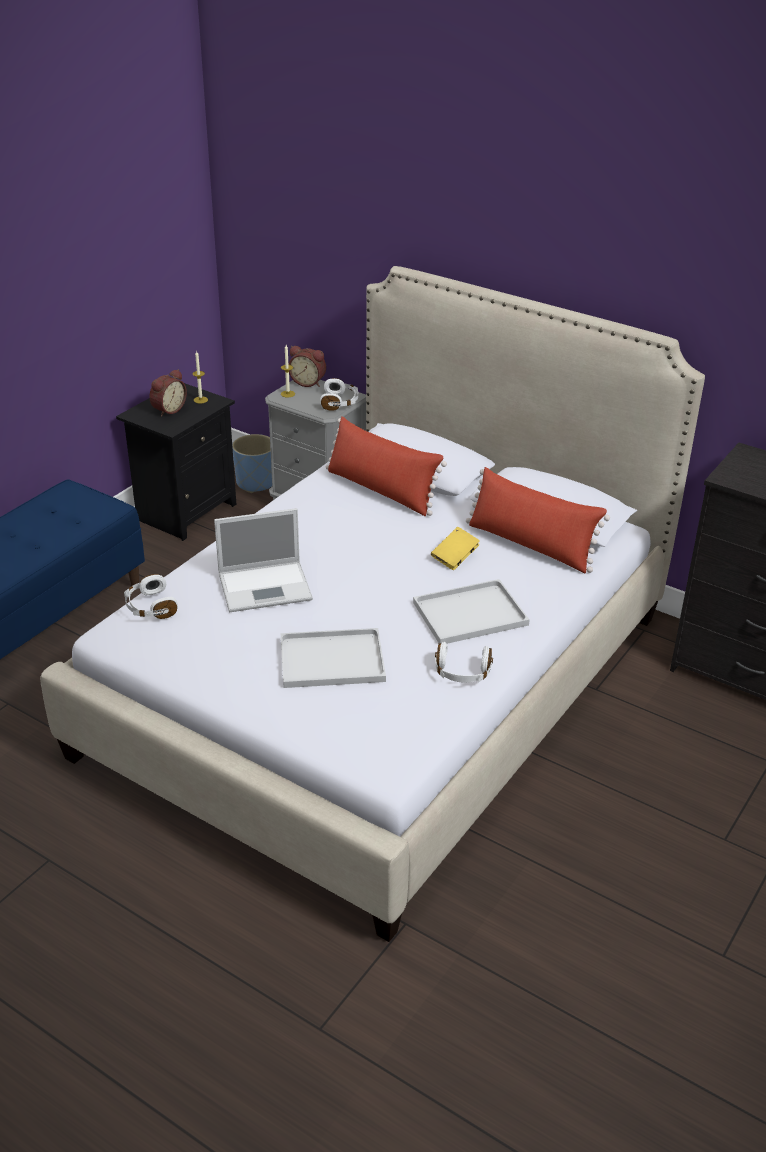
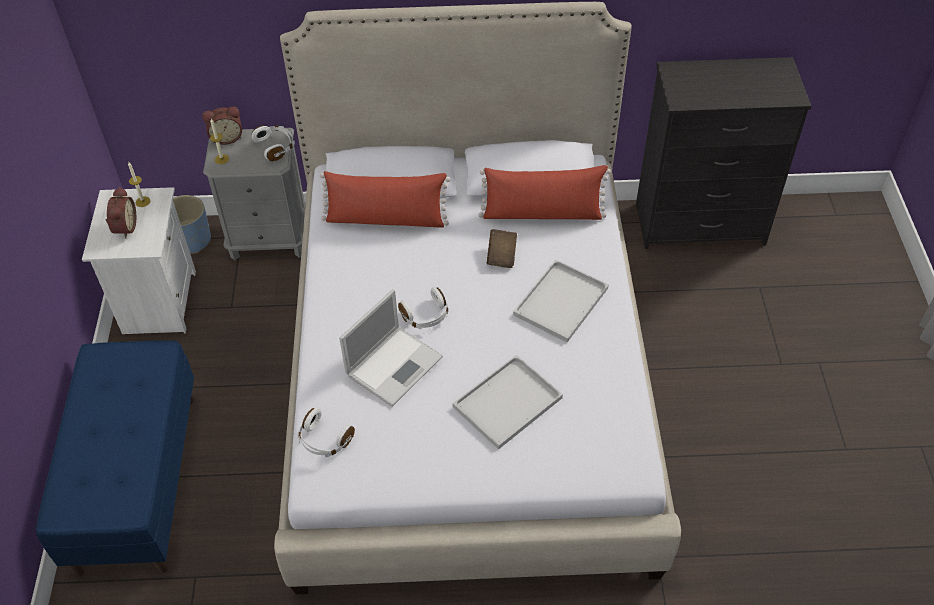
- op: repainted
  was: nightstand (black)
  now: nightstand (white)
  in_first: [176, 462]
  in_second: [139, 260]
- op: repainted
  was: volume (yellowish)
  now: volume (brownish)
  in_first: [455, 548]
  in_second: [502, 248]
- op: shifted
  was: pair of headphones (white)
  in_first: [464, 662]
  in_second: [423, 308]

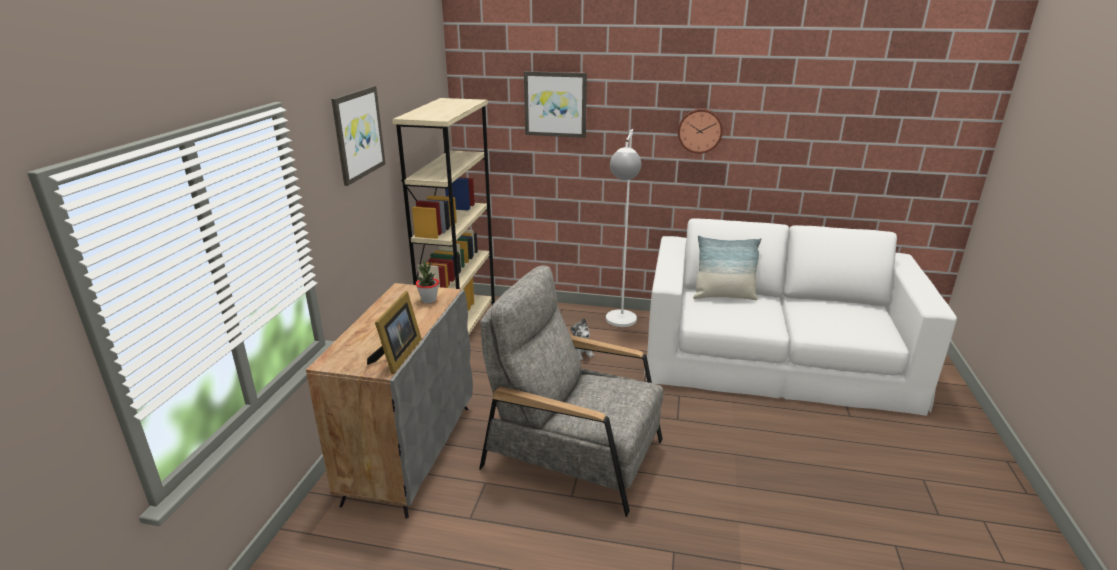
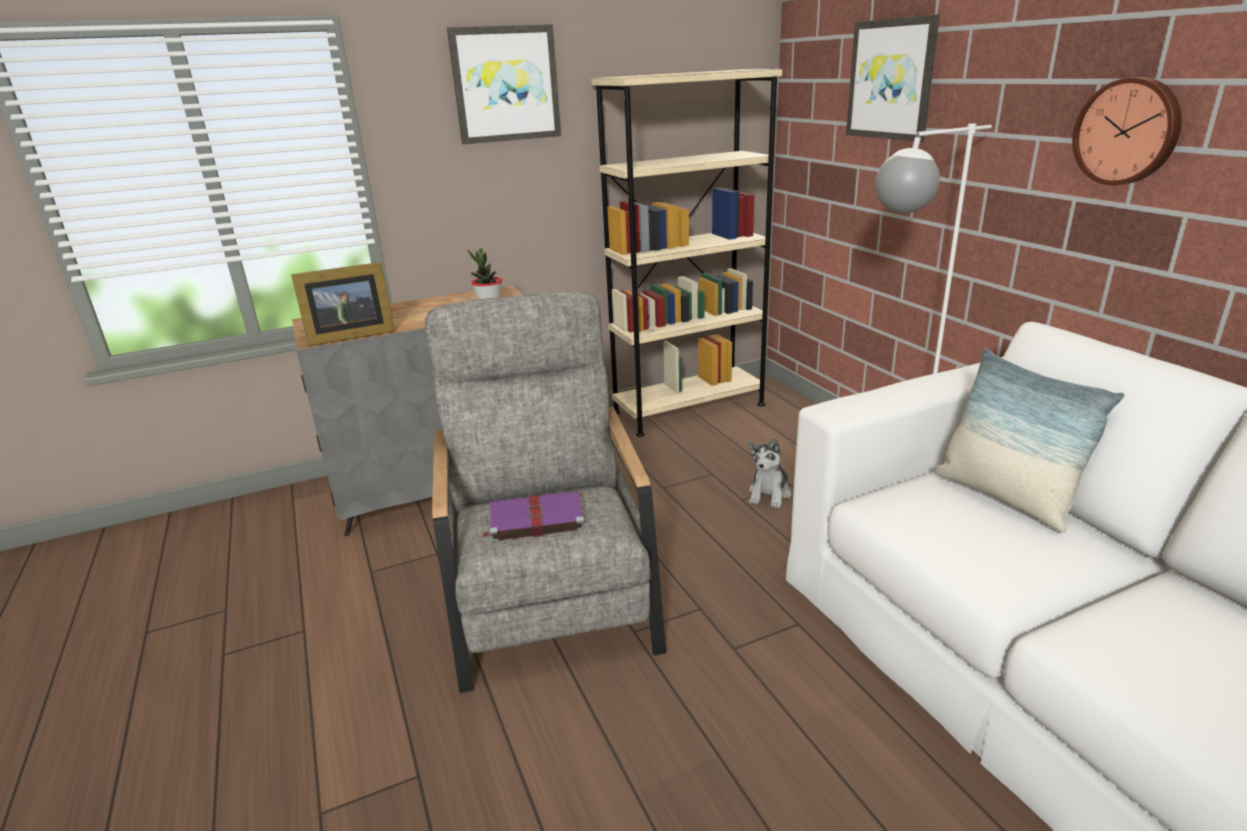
- op: new
  now: volume (purple-coloured)
  in_second: [533, 517]

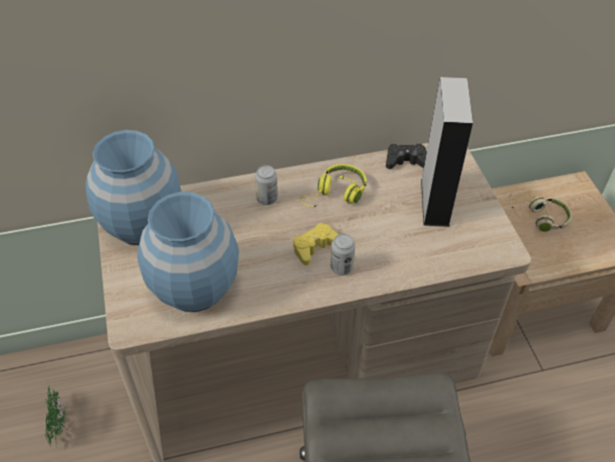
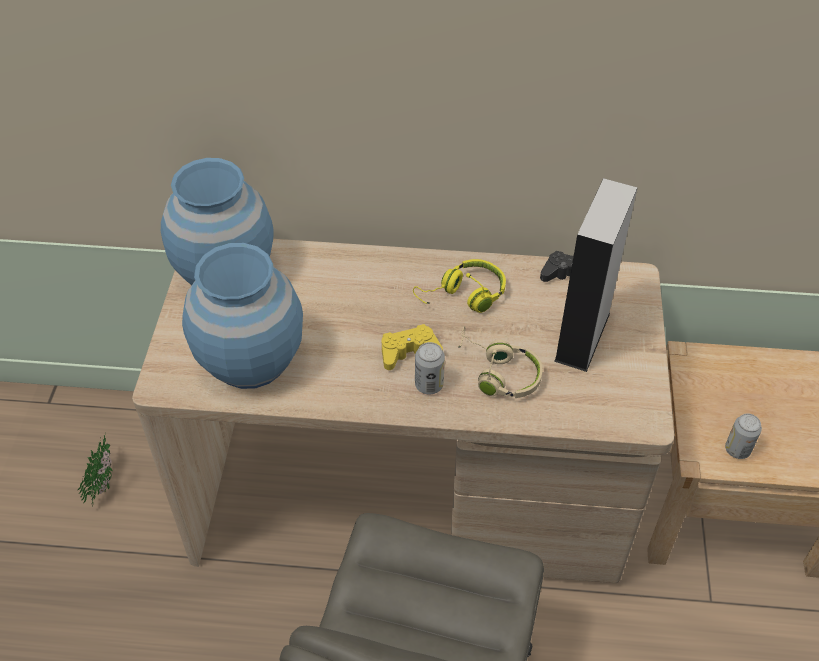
- op: shifted
  was: can
  in_first: [266, 185]
  in_second: [743, 436]
- op: shifted
  was: pair of headphones (sand-coloured)
  in_first: [540, 213]
  in_second: [500, 362]

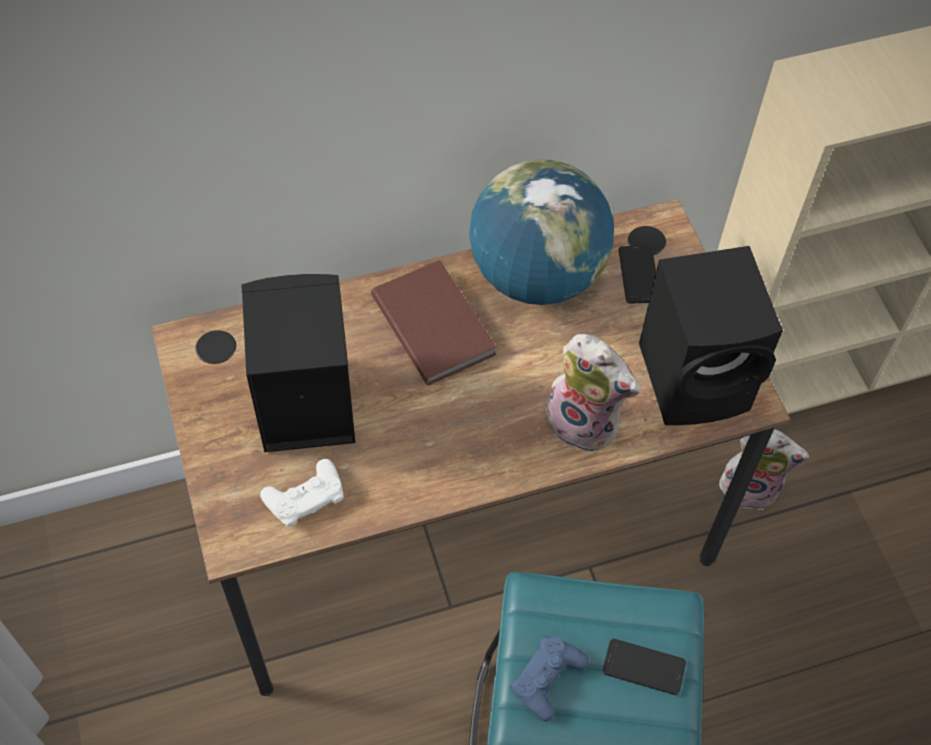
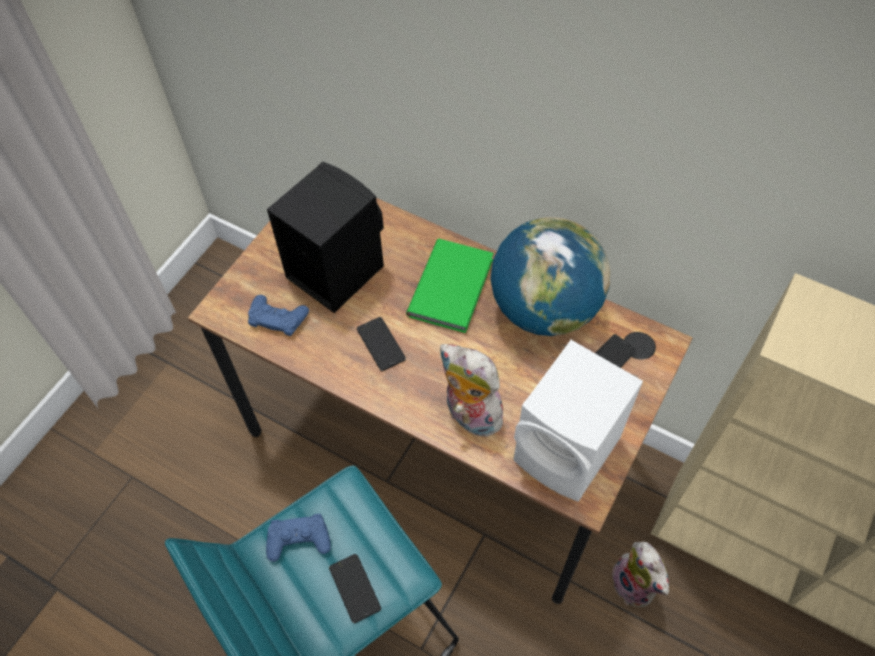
- op: repainted
  was: audio speaker (black)
  now: audio speaker (white)
  in_first: [711, 335]
  in_second: [578, 421]
- op: repainted
  was: volume (brownish)
  now: volume (green-coloured)
  in_first: [434, 322]
  in_second: [450, 286]
- op: rotated
  was: soft toy
  in_first: [592, 393]
  in_second: [471, 390]
  clockwise: 135
- op: repainted
  was: joypad (white)
  now: joypad (bluish)
  in_first: [302, 493]
  in_second: [278, 315]
- op: new
  now: phone
  in_second: [381, 344]

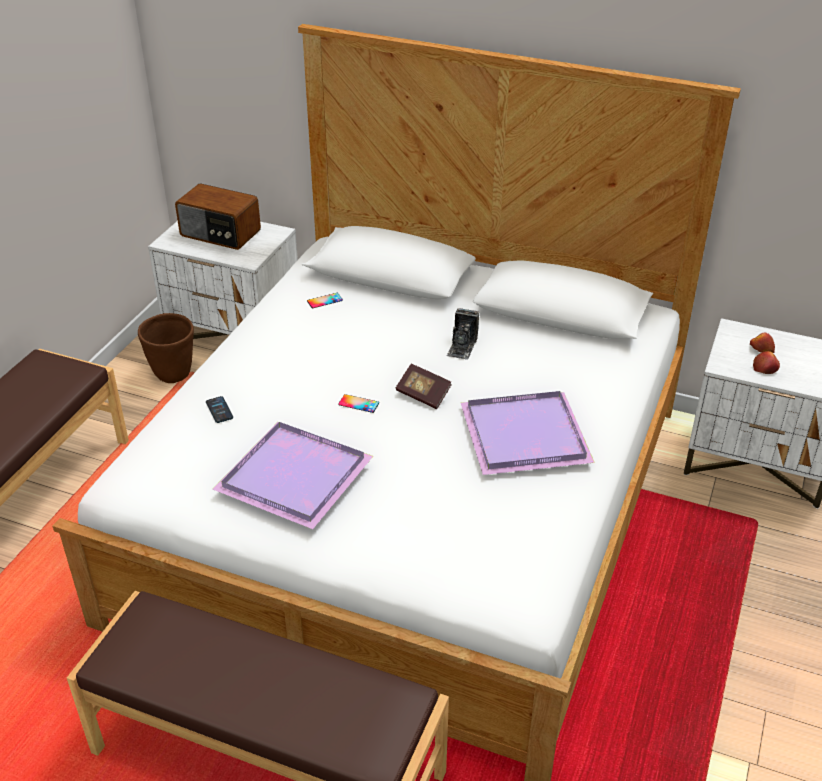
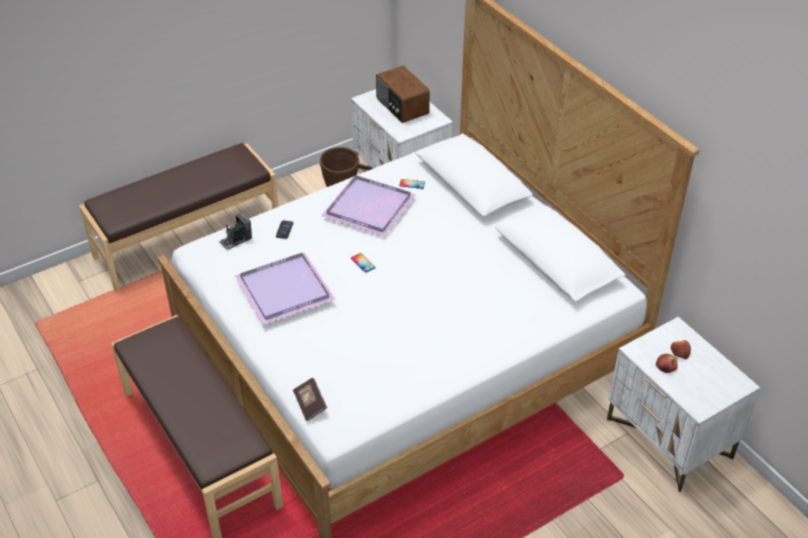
- op: shifted
  was: photo camera
  in_first: [463, 334]
  in_second: [235, 231]
- op: shifted
  was: volume
  in_first: [424, 386]
  in_second: [310, 399]
- op: shifted
  was: carrying tray (purple-coloured)
  in_first: [528, 433]
  in_second: [368, 205]

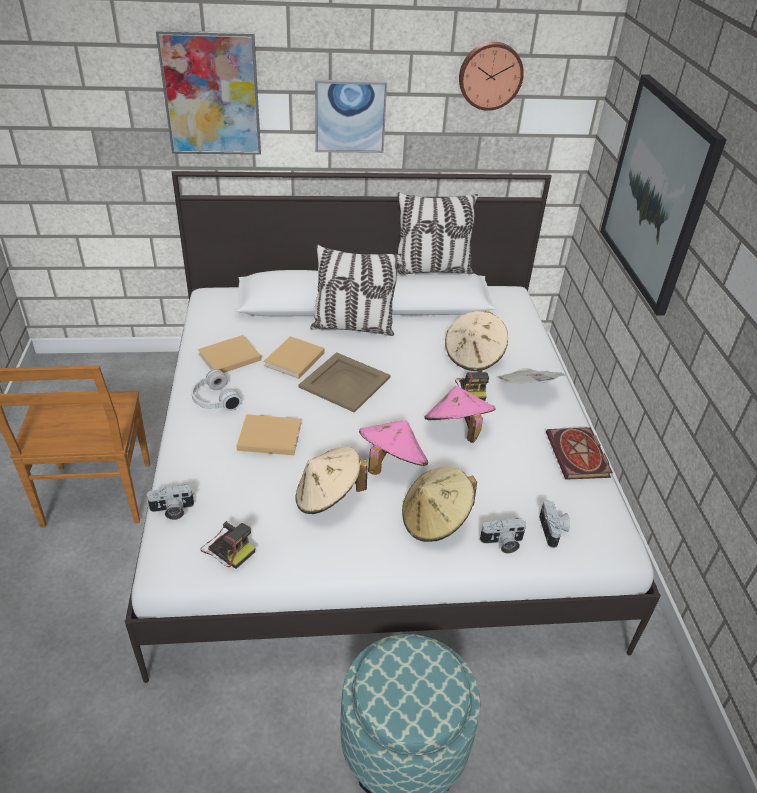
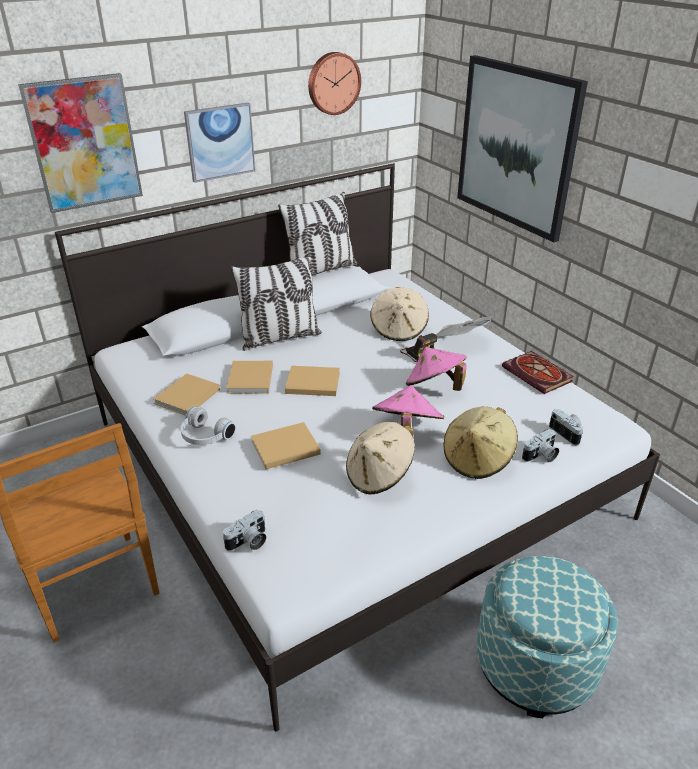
- op: swapped
  was: carrying tray (sand-coloured)
  now: volume (sand-coloured)
  in_first: [344, 382]
  in_second: [312, 381]
- op: gone
  was: photo camera
  in_first: [228, 545]

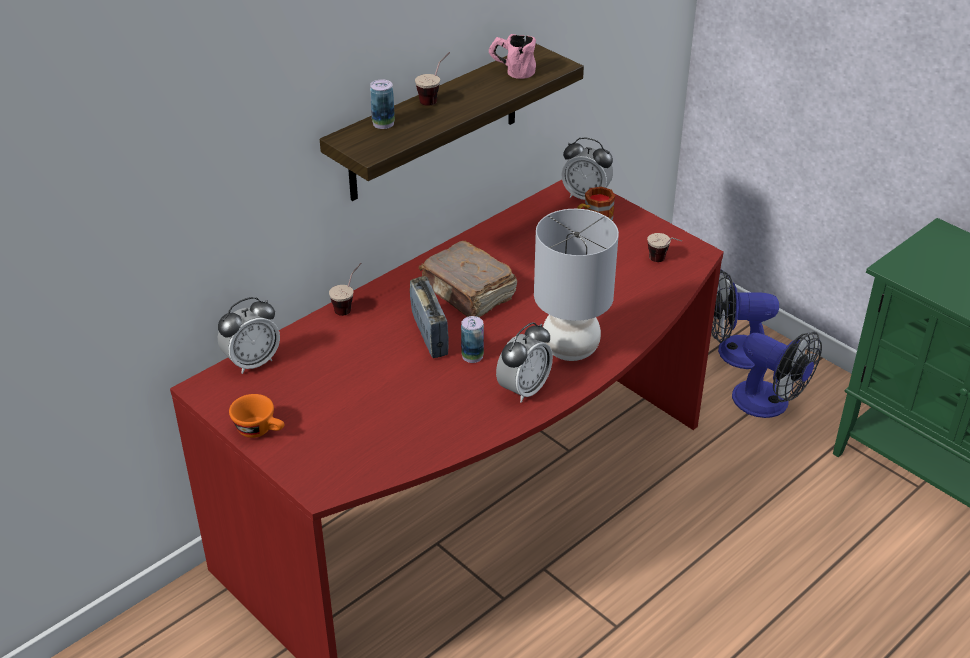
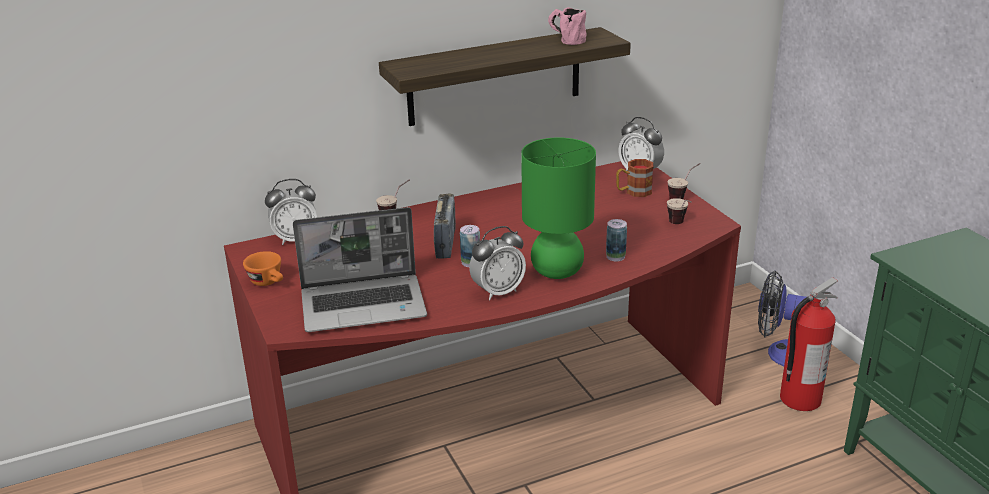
- op: shifted
  was: drinking cup
  in_first: [432, 79]
  in_second: [684, 181]
- op: shifted
  was: can
  in_first: [382, 104]
  in_second: [616, 240]
- op: repainted
  was: tabletop lamp (gray)
  now: tabletop lamp (green-coloured)
  in_first: [576, 285]
  in_second: [558, 208]
- op: gone
  was: volume (brownish)
  in_first: [468, 279]
- op: swapped
  was: cooling fan
  now: fire-fighting cylinder
  in_first: [777, 375]
  in_second: [809, 344]
- op: new
  now: laptop
  in_second: [360, 269]

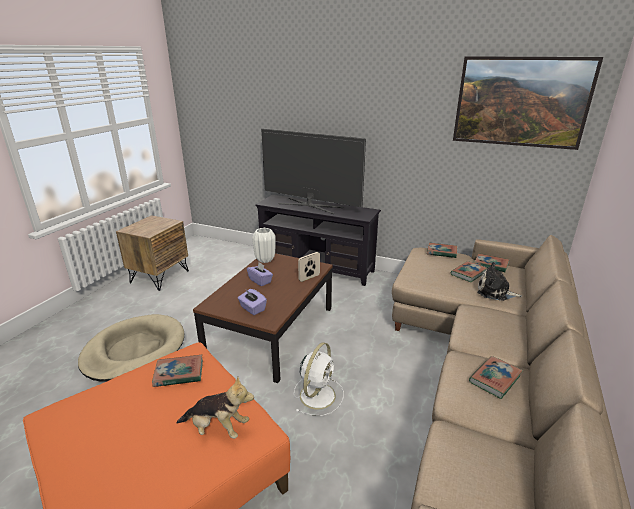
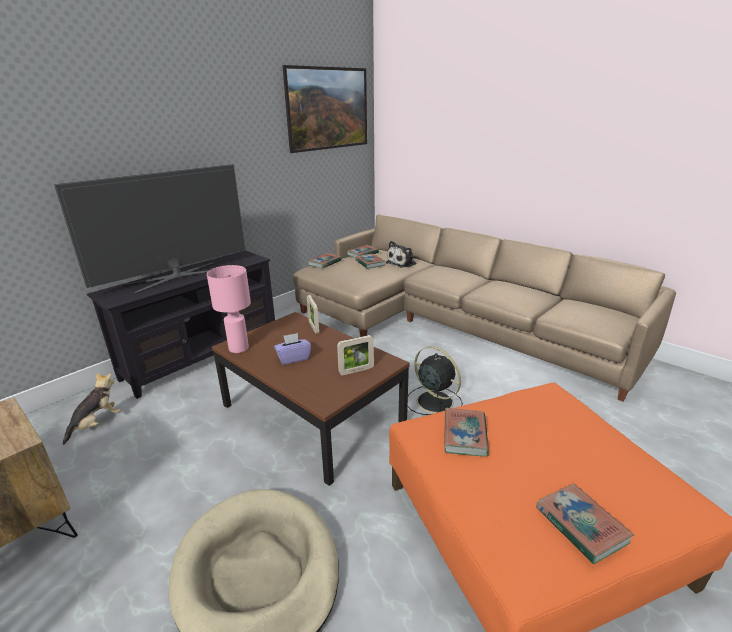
- op: swapped
  was: vase (white)
  now: tabletop lamp (pinkish)
  in_first: [264, 245]
  in_second: [229, 309]
- op: swapped
  was: tissue box (purple-coloured)
  now: photo frame
  in_first: [252, 302]
  in_second: [355, 355]
- op: repainted
  was: cooling fan (white)
  now: cooling fan (black)
  in_first: [319, 379]
  in_second: [435, 380]
- op: shifted
  was: volume
  in_first: [496, 377]
  in_second: [585, 524]
- op: shifted
  was: soft toy
  in_first: [215, 408]
  in_second: [92, 409]

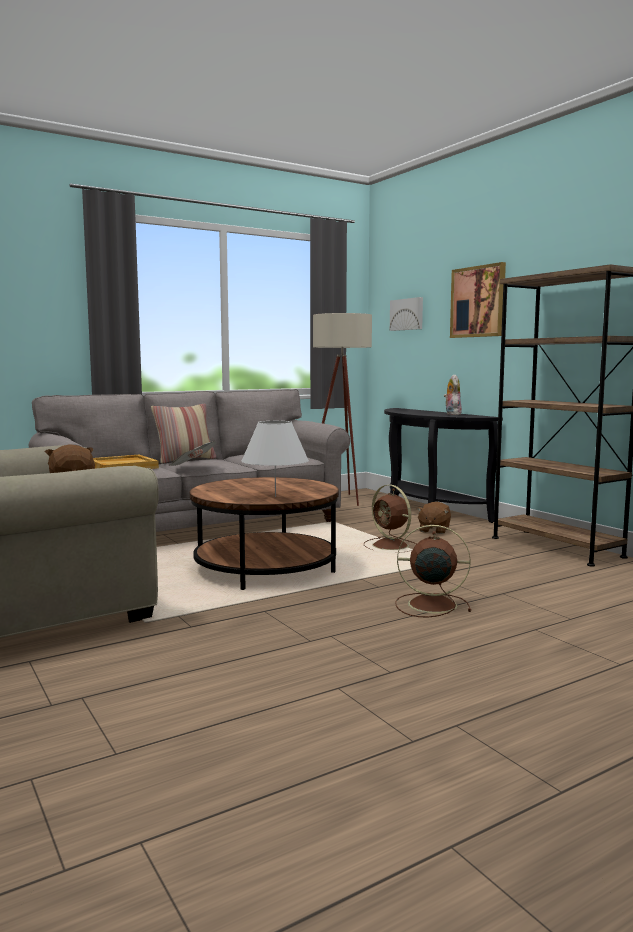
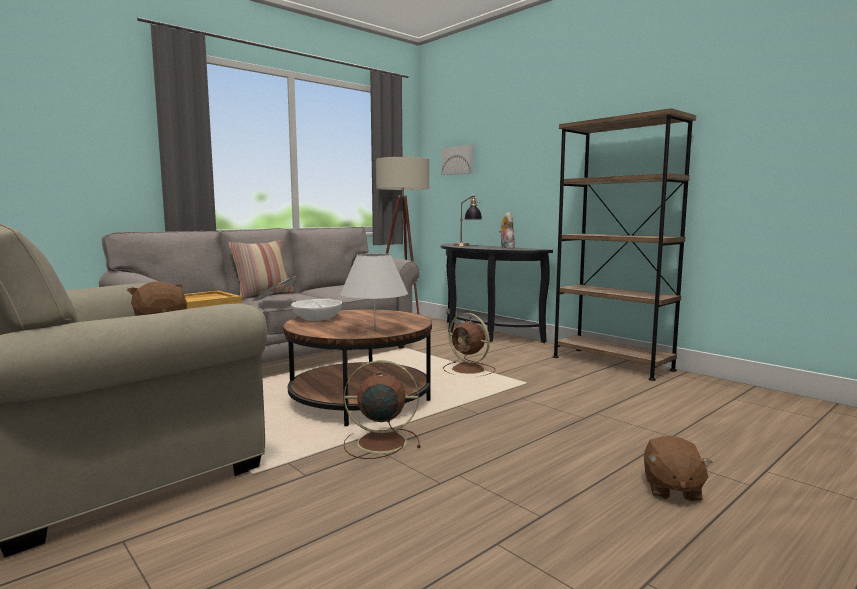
- op: gone
  was: picture
  in_first: [478, 300]
- op: shifted
  was: soft toy (brownish)
  in_first: [434, 518]
  in_second: [678, 469]
- op: shifted
  was: cooling fan (brownish)
  in_first: [433, 571]
  in_second: [382, 409]
- op: new
  now: tabletop lamp
  in_second: [467, 220]
- op: new
  now: deep dish (white)
  in_second: [316, 310]

